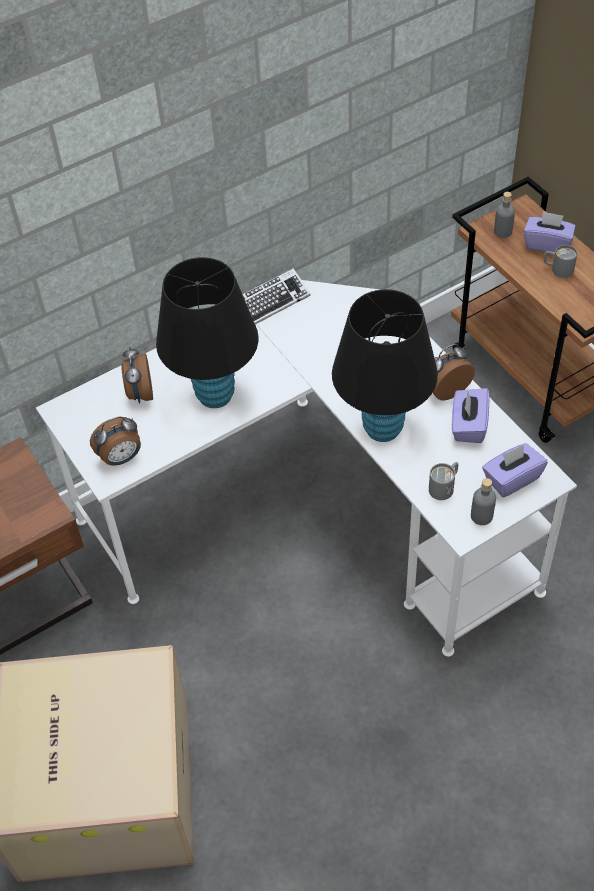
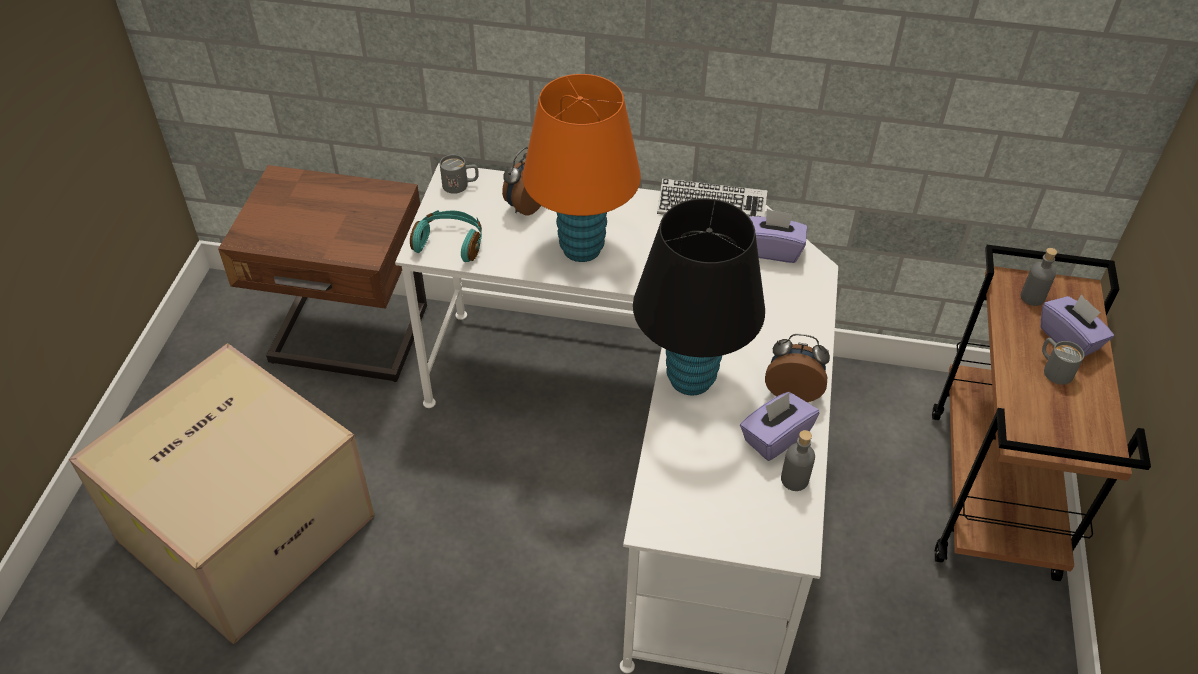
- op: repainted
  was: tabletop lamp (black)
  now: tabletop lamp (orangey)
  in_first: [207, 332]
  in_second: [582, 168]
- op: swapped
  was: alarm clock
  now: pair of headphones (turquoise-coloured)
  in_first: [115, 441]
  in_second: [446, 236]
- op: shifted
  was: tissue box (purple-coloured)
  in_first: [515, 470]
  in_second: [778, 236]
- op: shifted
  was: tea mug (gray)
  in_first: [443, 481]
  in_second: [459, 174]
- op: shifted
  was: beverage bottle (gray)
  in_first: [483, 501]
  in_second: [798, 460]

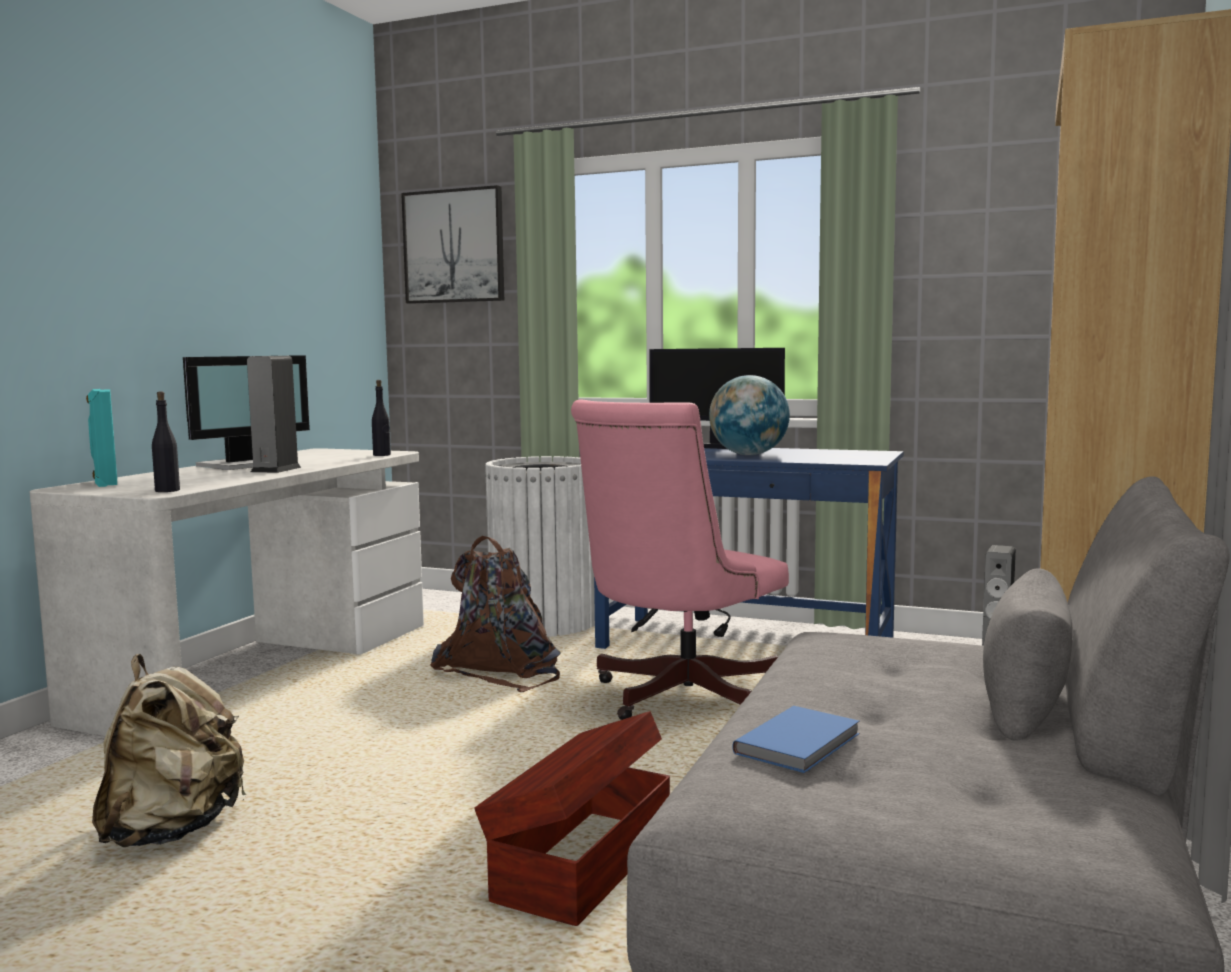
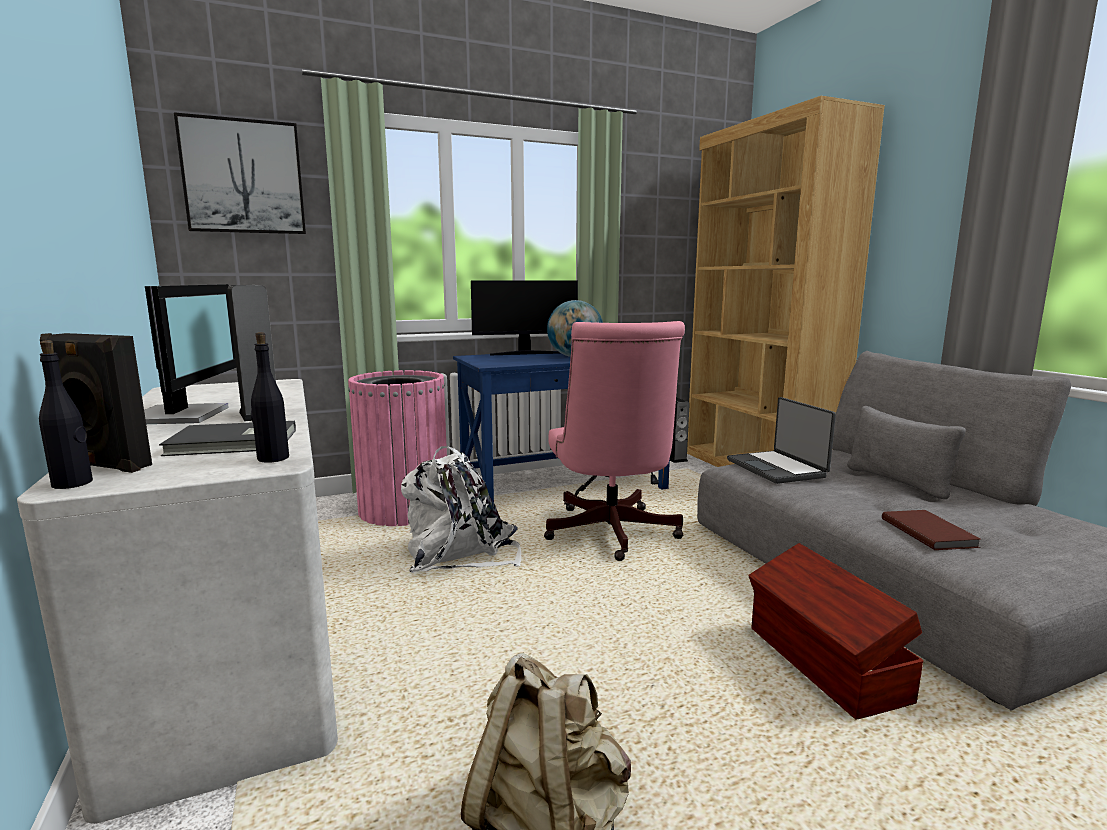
- op: shifted
  was: beverage bottle (black)
  in_first: [381, 418]
  in_second: [66, 414]
- op: repainted
  was: audio speaker (turquoise-coloured)
  now: audio speaker (black)
  in_first: [101, 438]
  in_second: [96, 403]
- op: repainted
  was: rubbish bin (white)
  now: rubbish bin (pinkish)
  in_first: [540, 546]
  in_second: [397, 448]
- op: repainted
  was: backpack (brownish)
  now: backpack (white)
  in_first: [495, 614]
  in_second: [461, 509]
- op: repainted
  was: volume (bluish)
  now: volume (brownish)
  in_first: [796, 739]
  in_second: [931, 530]
- op: new
  now: laptop
  in_second: [781, 440]
- op: new
  now: volume (gray)
  in_second: [227, 438]

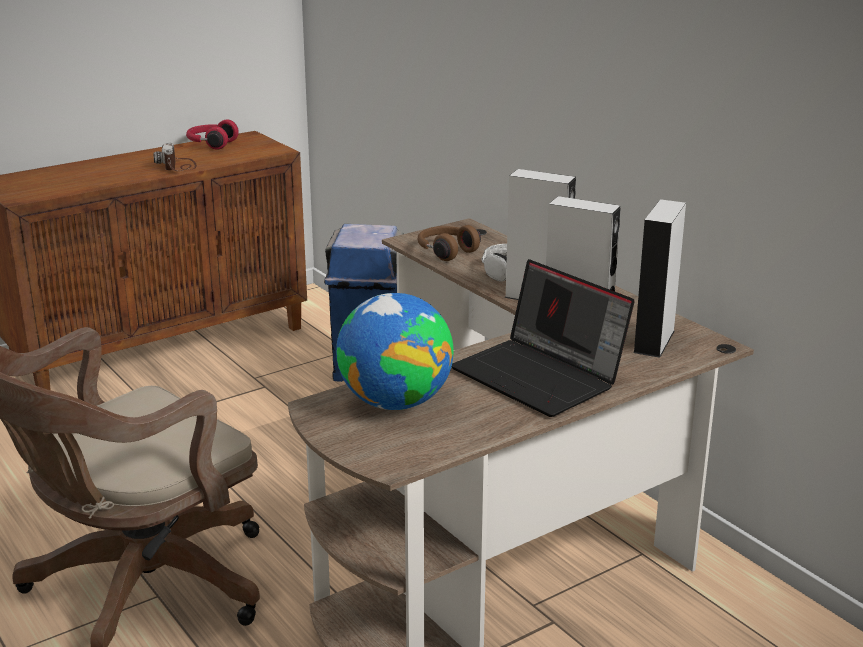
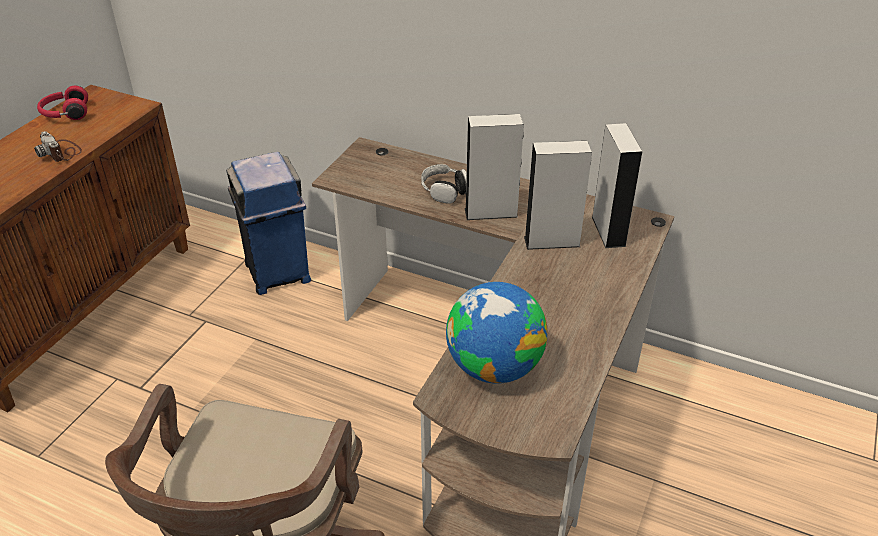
- op: gone
  was: pair of headphones (brownish)
  in_first: [449, 243]
- op: gone
  was: laptop
  in_first: [543, 338]

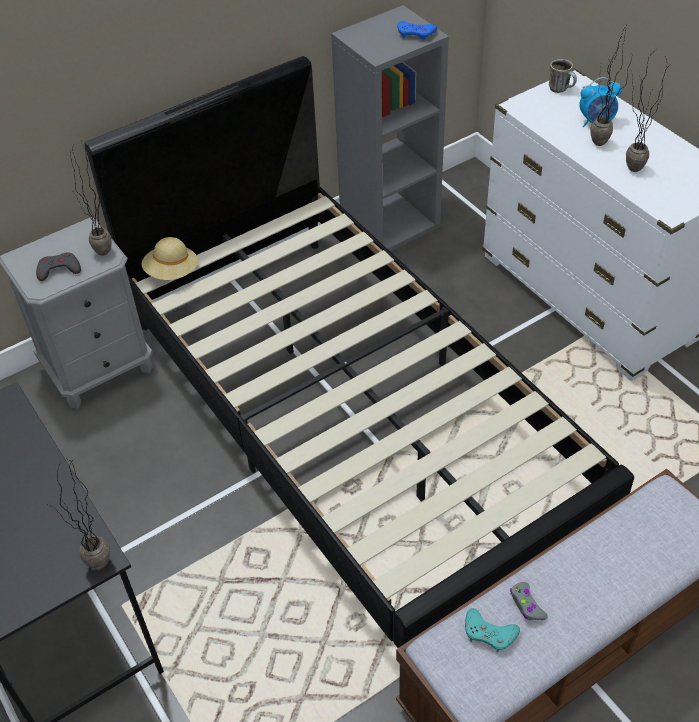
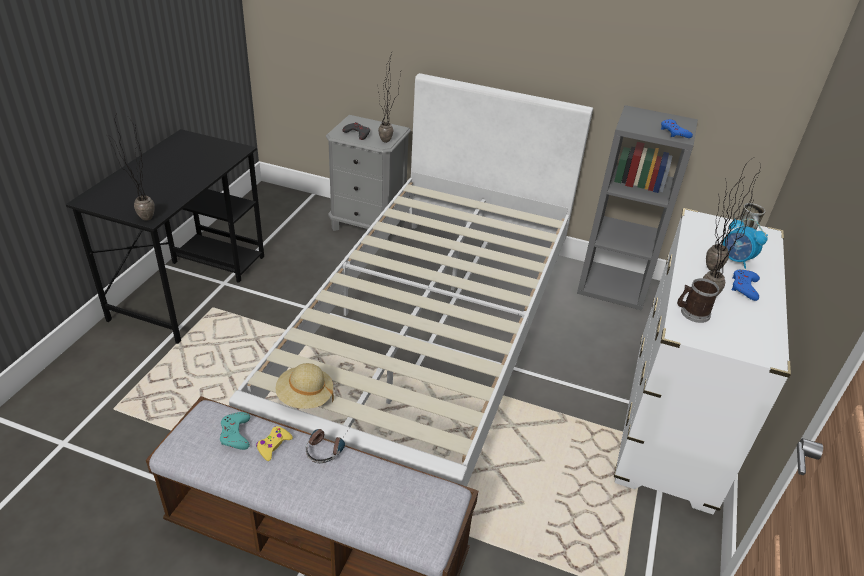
- op: repainted
  was: bed (black)
  now: bed (white)
  in_first: [359, 352]
  in_second: [411, 280]
- op: shifted
  was: hat (sand-coloured)
  in_first: [170, 258]
  in_second: [305, 386]
- op: repainted
  was: joypad (gray)
  now: joypad (yellowish)
  in_first: [529, 601]
  in_second: [274, 443]
- op: new
  now: joypad (bluish)
  in_second: [746, 285]
- op: new
  now: tea mug
  in_second: [698, 300]
- op: new
  now: pair of headphones
  in_second: [327, 446]

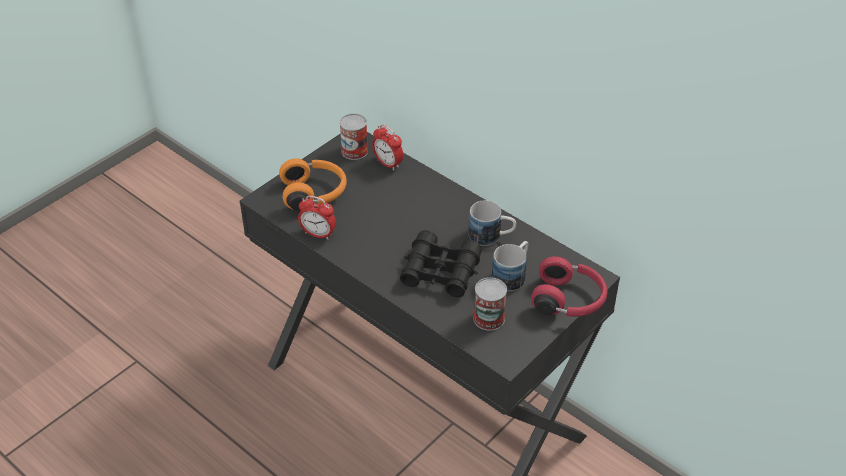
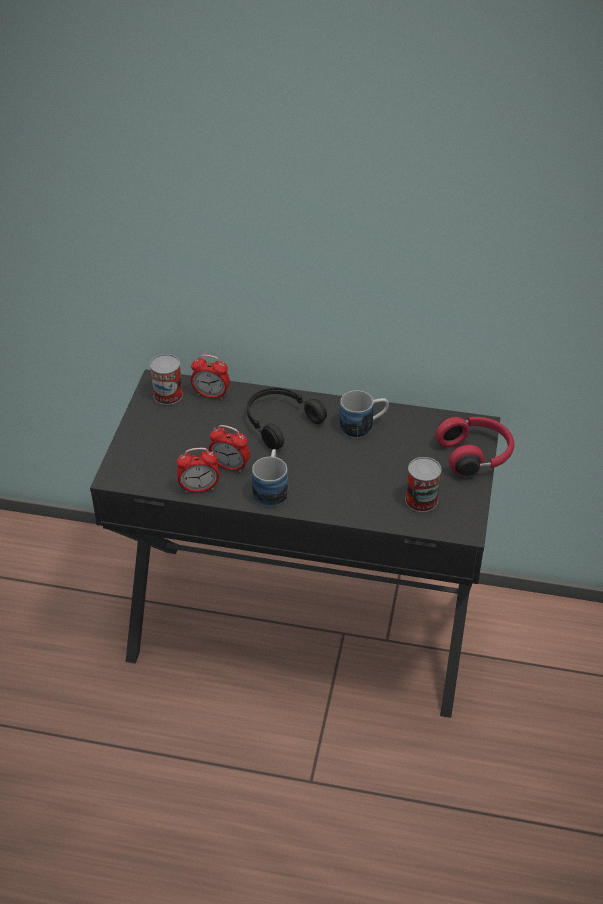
- op: gone
  was: pair of headphones (orangey)
  in_first: [313, 184]
- op: gone
  was: binoculars (black)
  in_first: [441, 263]
- op: shifted
  was: tea mug
  in_first: [510, 266]
  in_second: [270, 478]
- op: new
  now: pair of headphones (black)
  in_second: [287, 418]
- op: new
  now: alarm clock
  in_second: [229, 449]

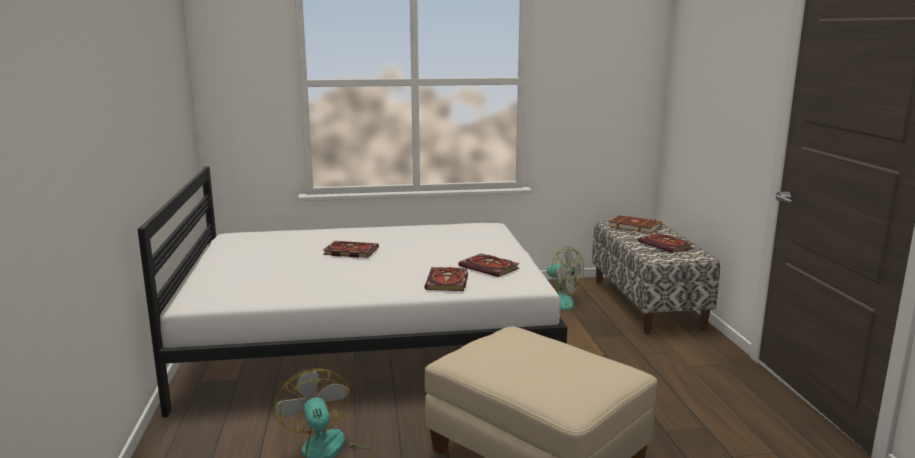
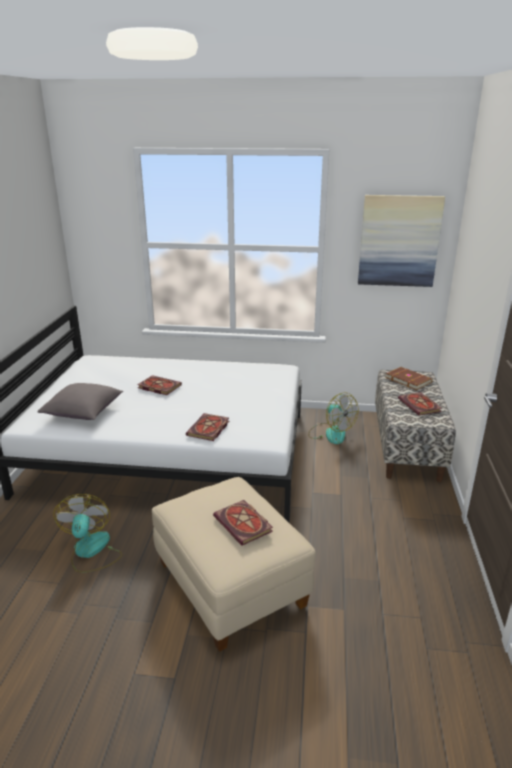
- op: shifted
  was: volume
  in_first: [489, 265]
  in_second: [243, 523]
- op: new
  now: picture
  in_second: [401, 241]
- op: new
  now: throw pillow (gray)
  in_second: [80, 401]

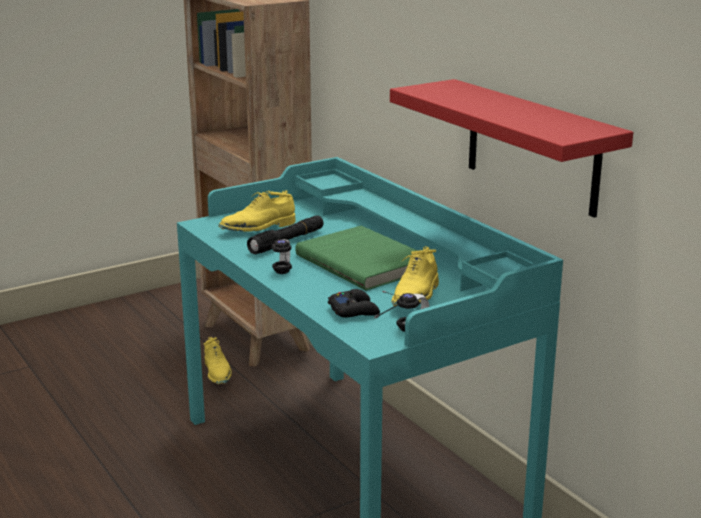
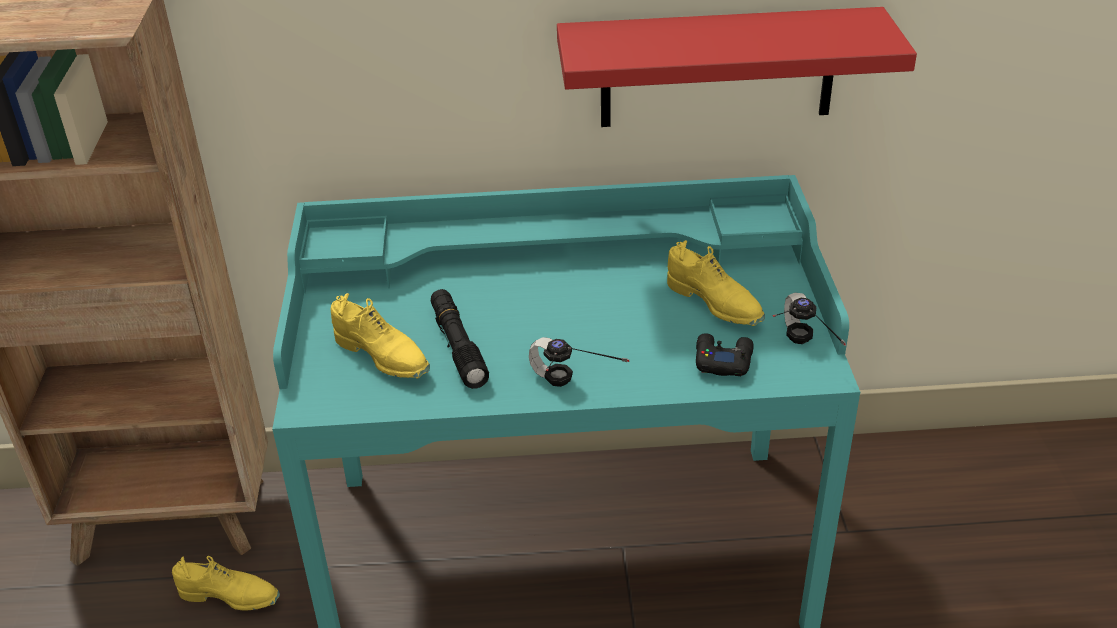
- op: rotated
  was: low shoe (yellowish)
  in_first: [256, 211]
  in_second: [380, 336]
  clockwise: -45
- op: gone
  was: volume (green-coloured)
  in_first: [356, 258]

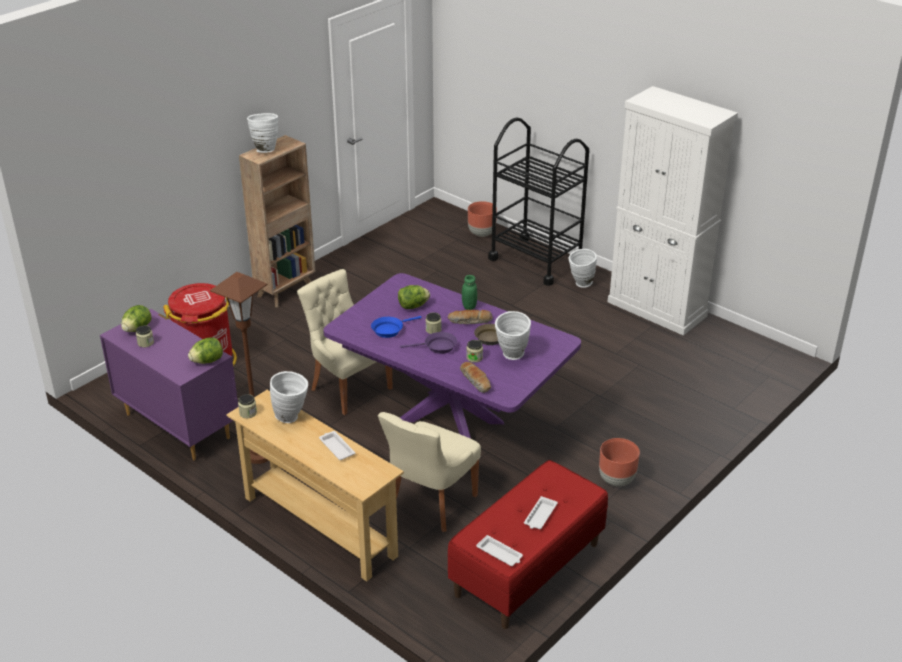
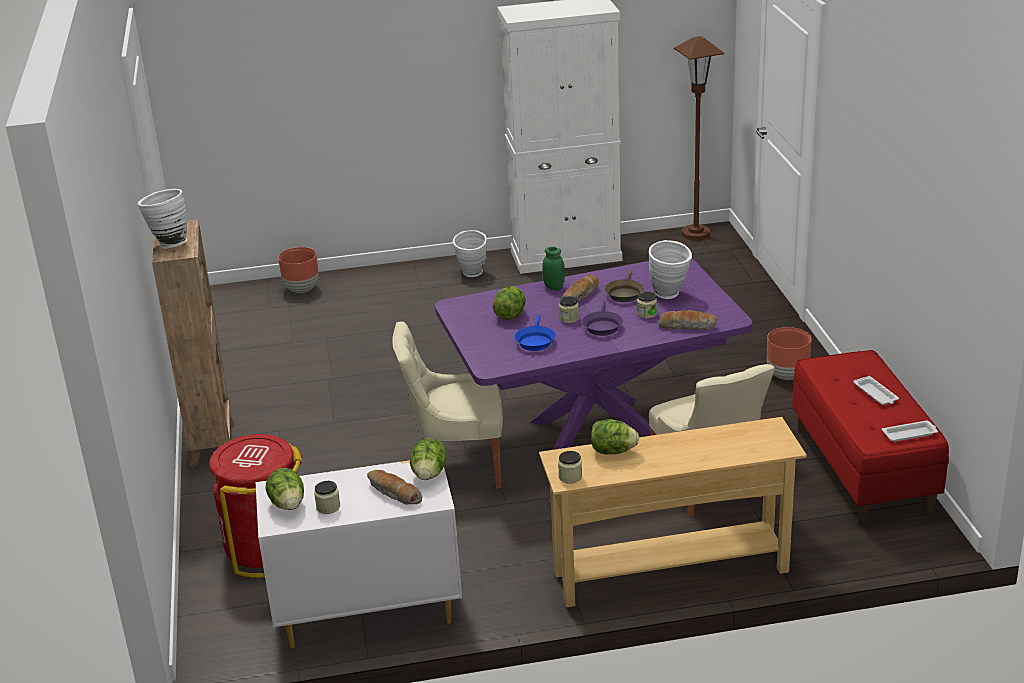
- op: gone
  was: cart (black)
  in_first: [538, 202]
- op: shifted
  was: standard lamp (brownish)
  in_first: [239, 368]
  in_second: [699, 138]
- op: repainted
  was: chest of drawers (purple-coloured)
  now: chest of drawers (white)
  in_first: [169, 384]
  in_second: [359, 554]
- op: rotated
  was: pan (purple-coloured)
  in_first: [428, 343]
  in_second: [602, 318]
  clockwise: 150
- op: swapped
  was: vase (white)
  now: lettuce head
  in_first: [289, 397]
  in_second: [615, 436]
- op: gone
  was: carrying tray (white)
  in_first: [337, 445]
- op: new
  now: baked bread
  in_second: [394, 487]

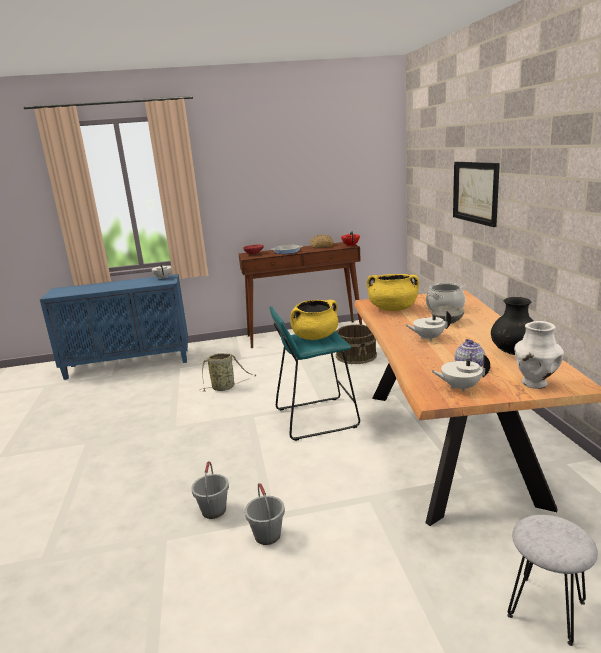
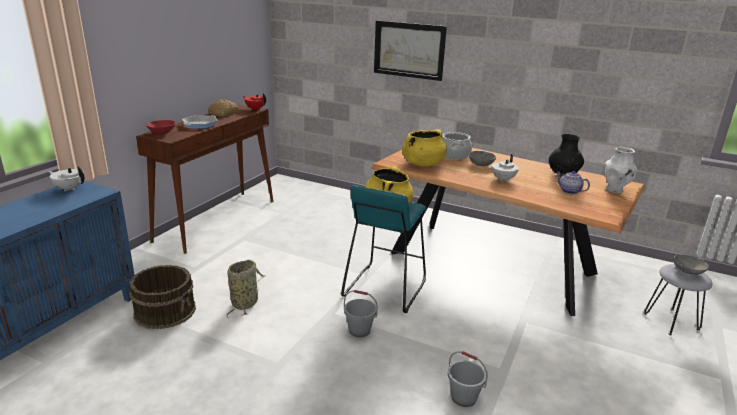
- op: shifted
  was: water bucket (brownish)
  in_first: [356, 344]
  in_second: [162, 297]
- op: gone
  was: teapot (white)
  in_first: [460, 373]
- op: shifted
  was: water bucket (gray)
  in_first: [265, 514]
  in_second: [361, 313]
- op: new
  now: deep dish (gray)
  in_second: [691, 265]

